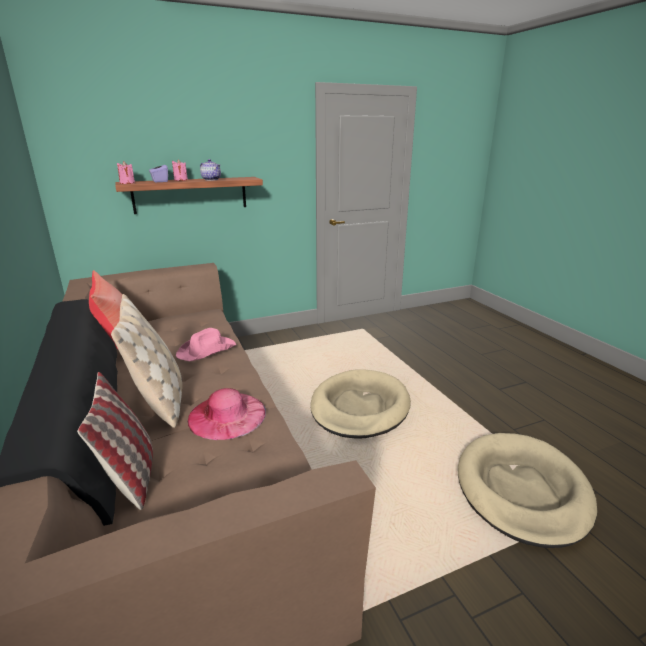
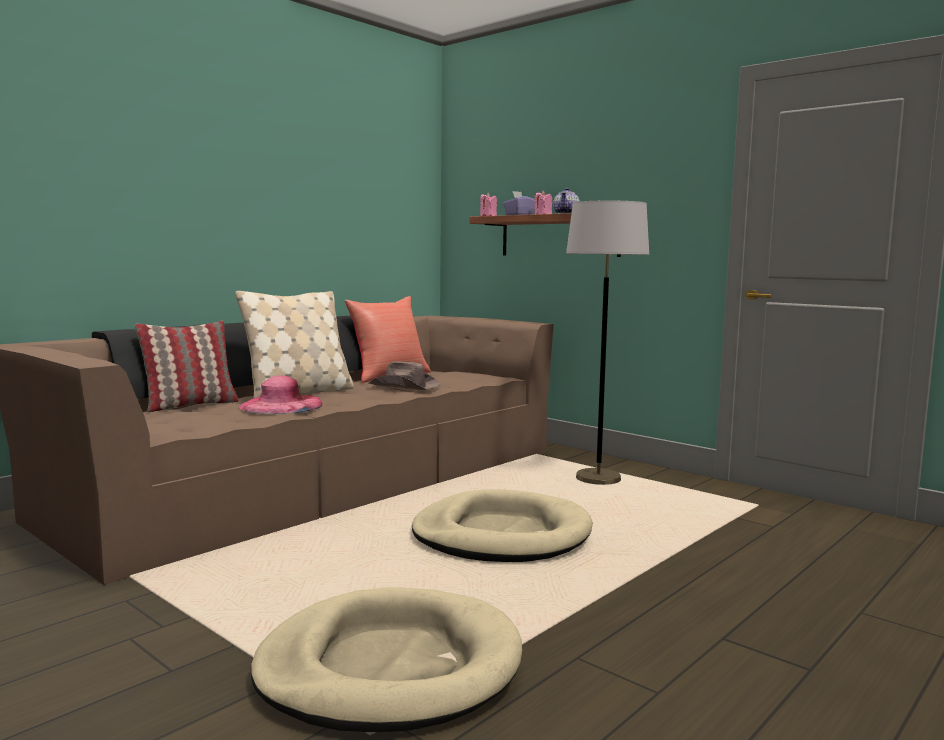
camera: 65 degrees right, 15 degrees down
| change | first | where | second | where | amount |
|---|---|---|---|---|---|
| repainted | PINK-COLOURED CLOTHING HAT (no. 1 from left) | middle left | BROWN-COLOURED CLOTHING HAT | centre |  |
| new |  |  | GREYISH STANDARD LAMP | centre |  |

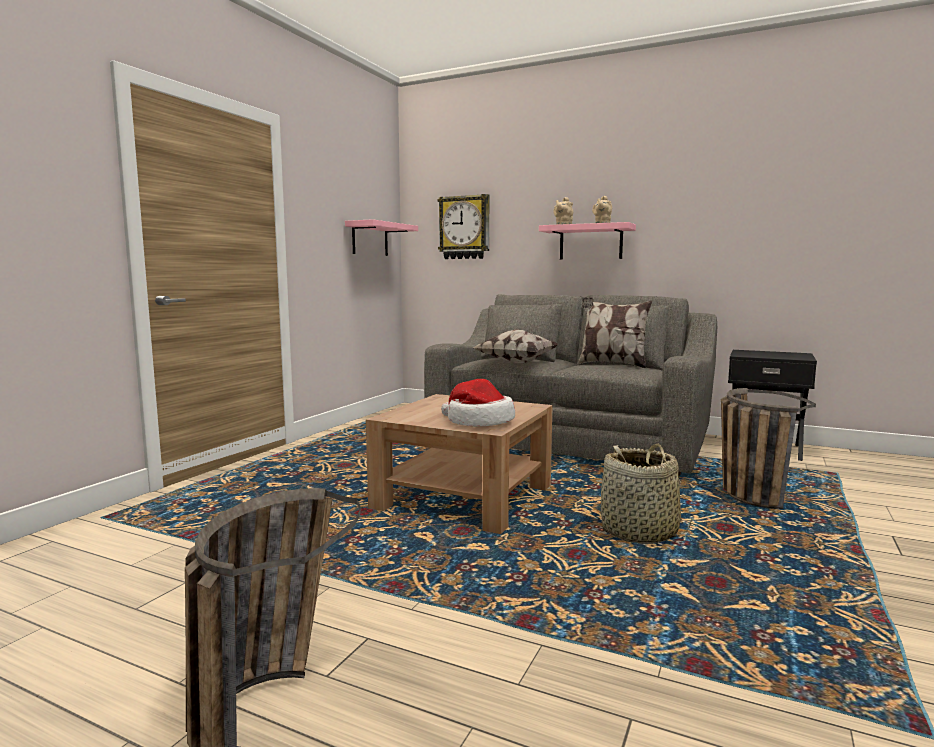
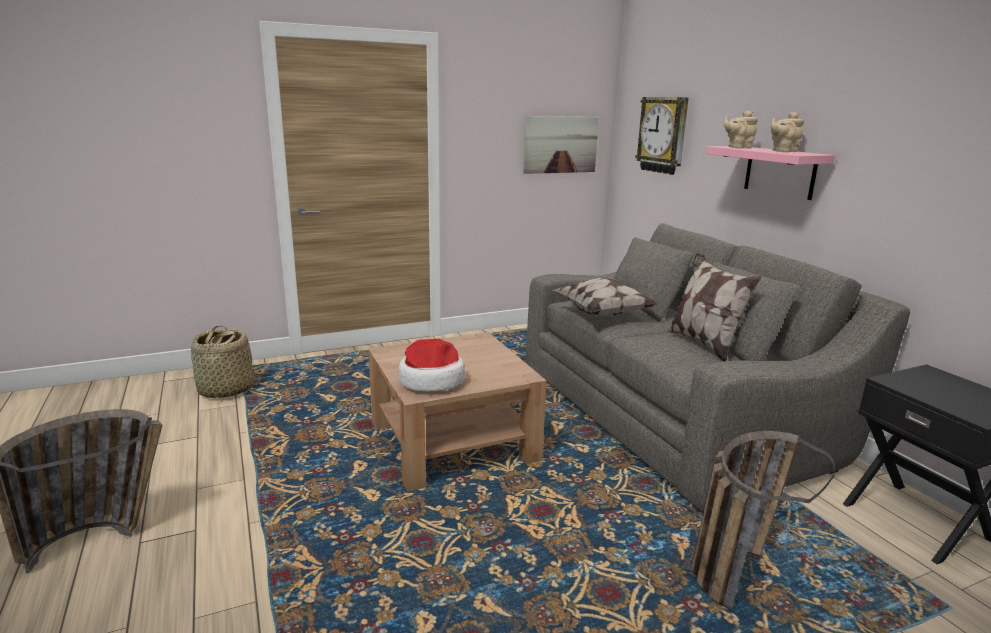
camera: 40 degrees right, 10 degrees up
| change | first | where | second | where | amount |
|---|---|---|---|---|---|
| shifted | HOUSEHOLD BASKET (no. 2 from left) | middle right |  | middle left |  |
| swapped | PINK-COLOURED BRACKET SHELF (no. 1 from left) | top centre | WALL PICTURE | top centre |  |

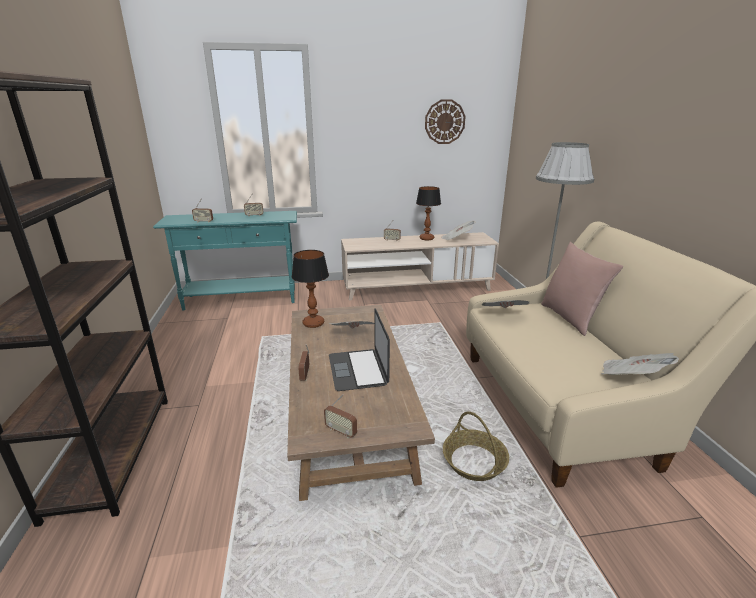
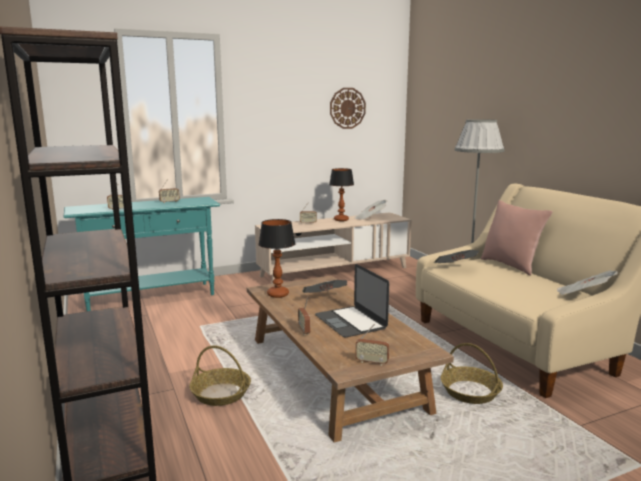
camera: 15 degrees left, 10 degrees down
| change | first | where | second | where | amount |
|---|---|---|---|---|---|
| new |  |  | HOUSEHOLD BASKET (no. 1 from left) | bottom centre |  |

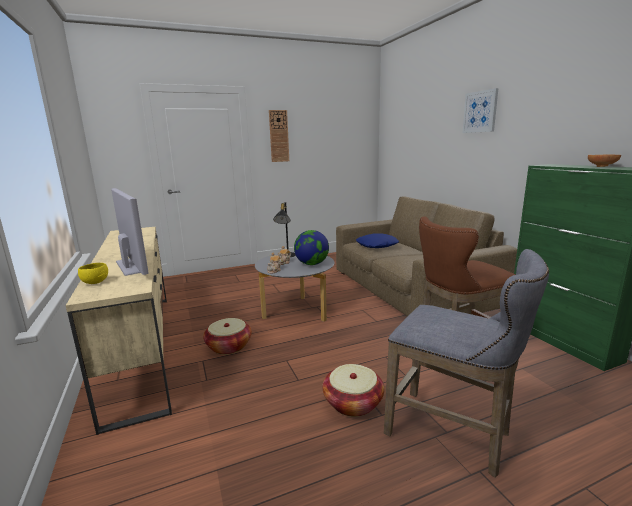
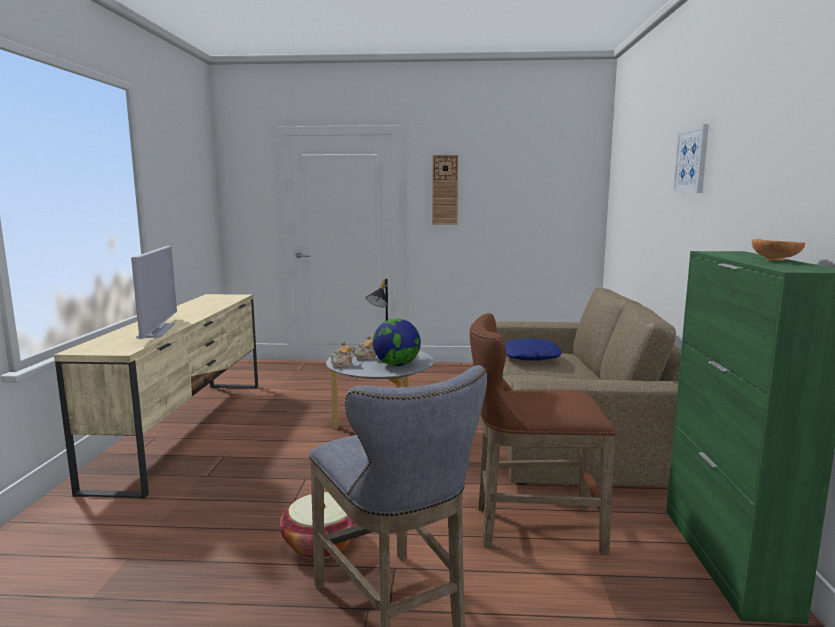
camera: 25 degrees right, 5 degrees down
| change | first | where | second | where | amount |
|---|---|---|---|---|---|
| gone | YELLOWISH BOWL | middle left |  |  |  |
| gone | HOUSEHOLD BASKET (no. 1 from left) | centre |  |  |  |

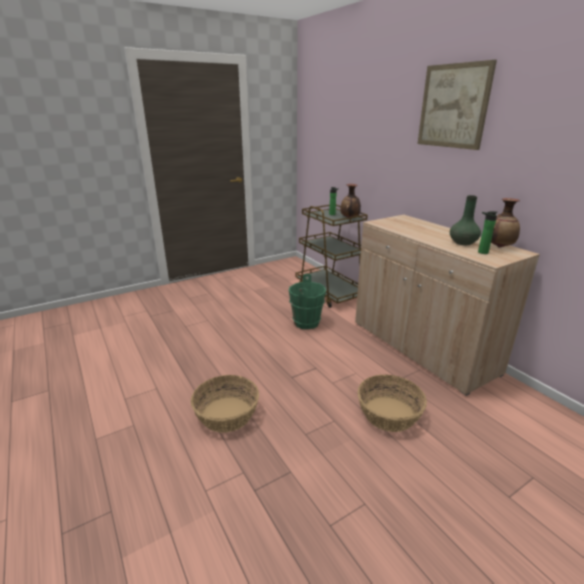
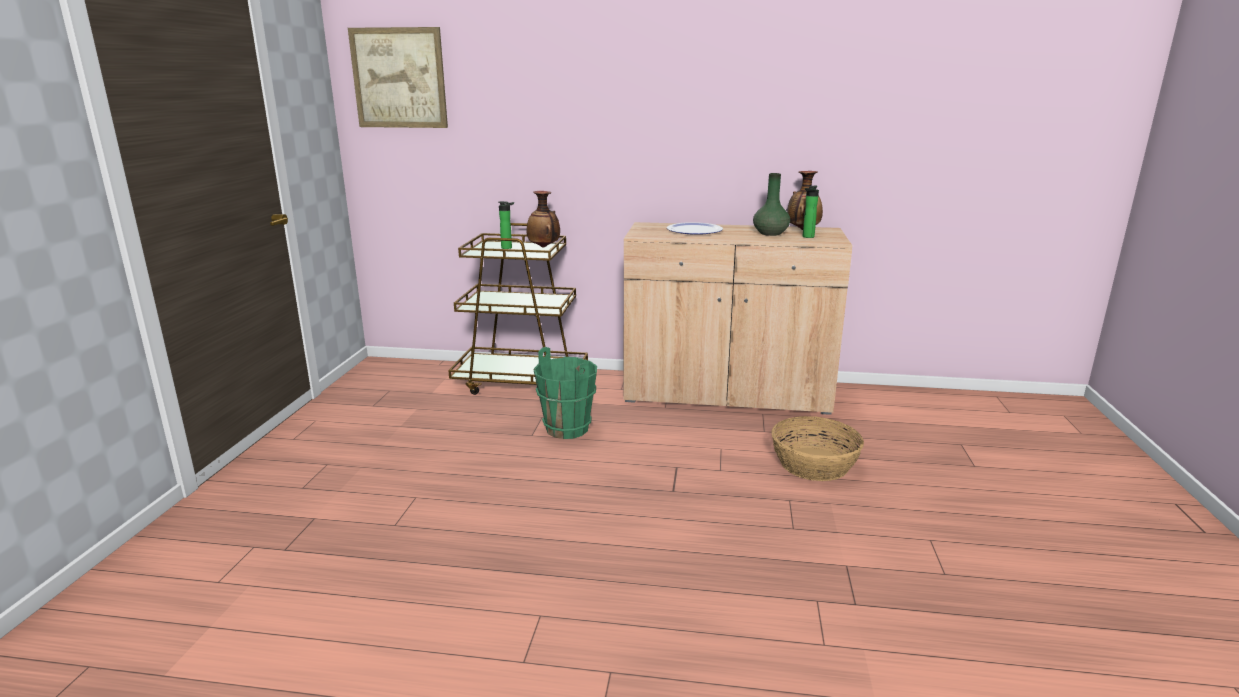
camera: 50 degrees left, 5 degrees down
| change | first | where | second | where | amount |
|---|---|---|---|---|---|
| shifted | WALL PICTURE | top right |  | top left |  |
| new |  |  | PLATE | top centre |  |
| gone | HOUSEHOLD BASKET (no. 1 from left) | bottom centre |  |  |  |

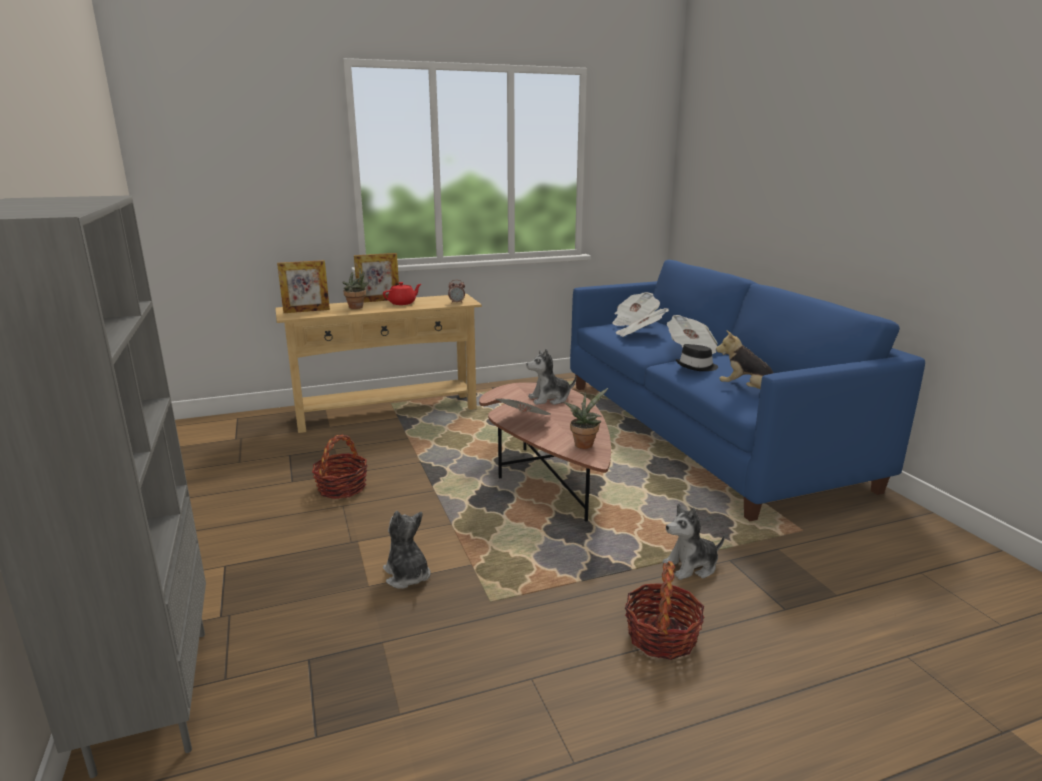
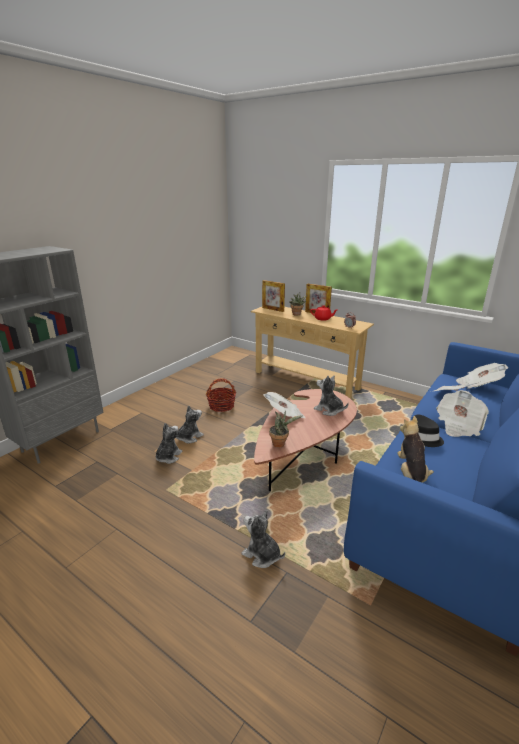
camera: 55 degrees right, 5 degrees up
| change | first | where | second | where | amount |
|---|---|---|---|---|---|
| new |  |  | SOFT TOY (no. 2 from left) | centre |  |
| gone | HOUSEHOLD BASKET (no. 2 from left) | bottom centre |  |  |  |

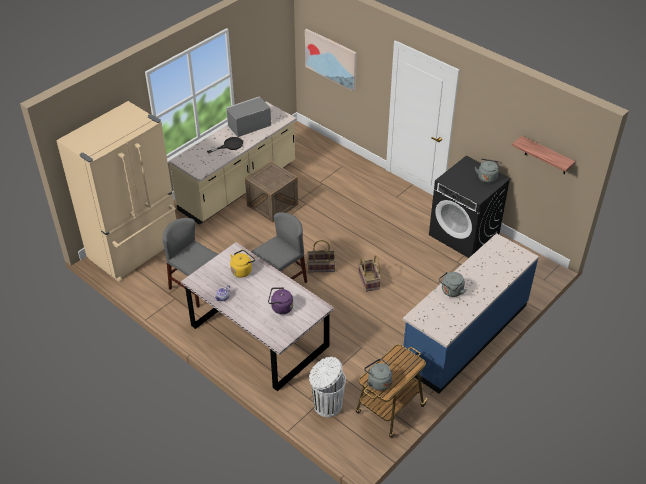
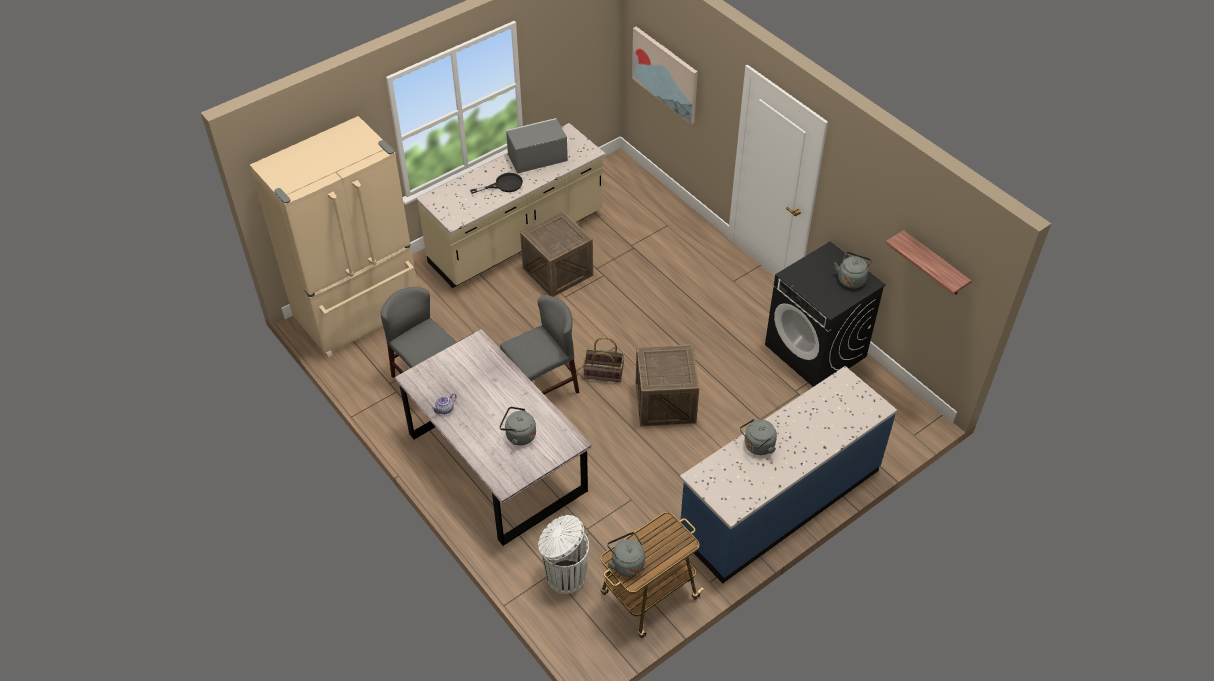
camera: 10 degrees right, 5 degrees up
| change | first | where | second | where | amount |
|---|---|---|---|---|---|
| repainted | PURPLISH TEA KETTLE | centre | GREYISH TEA KETTLE (no. 1 from left) | centre |  |
| swapped | HOUSEHOLD BASKET (no. 2 from left) | centre | PACKING CRATE (no. 2 from left) | centre |  |
| gone | YELLOWISH TEA KETTLE | centre |  |  |  |

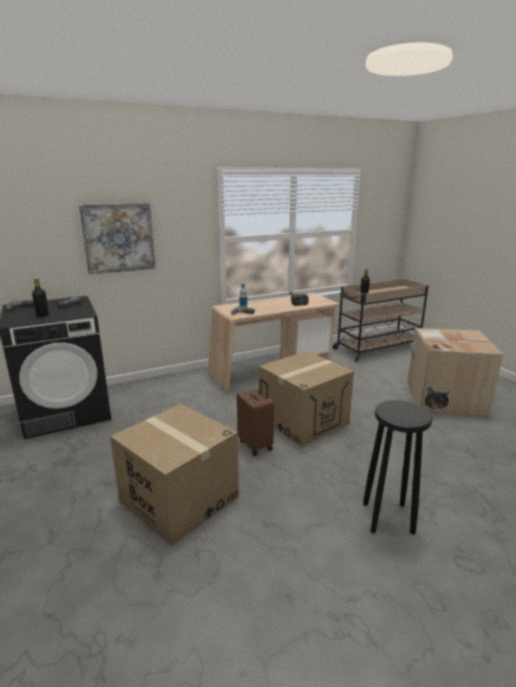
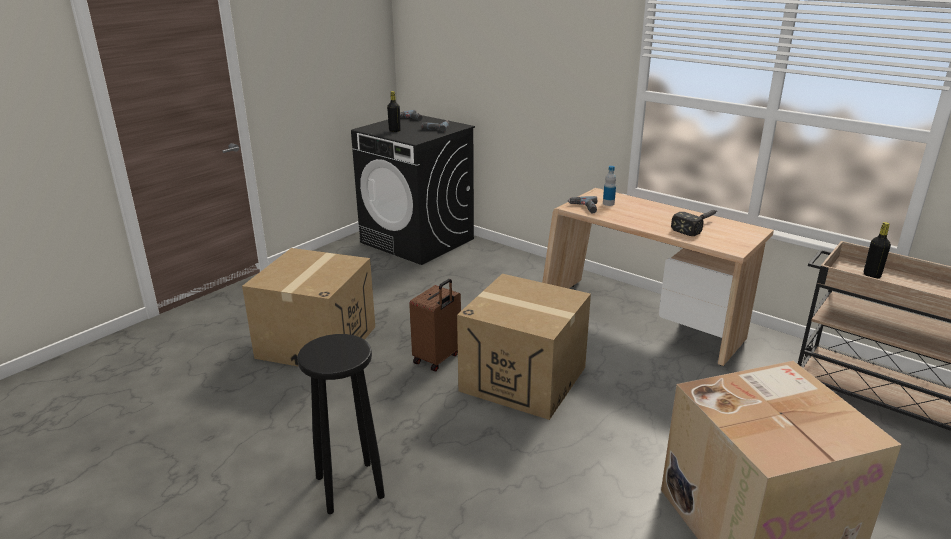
camera: 65 degrees right, 5 degrees up
| change | first | where | second | where | amount |
|---|---|---|---|---|---|
| gone | WALL PICTURE | middle left |  |  |  |

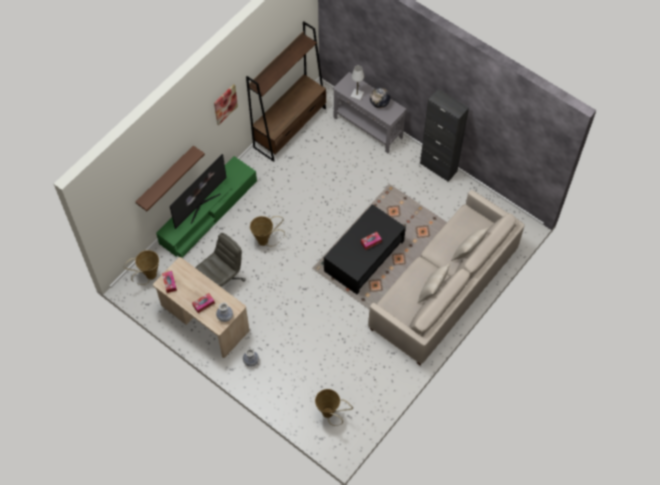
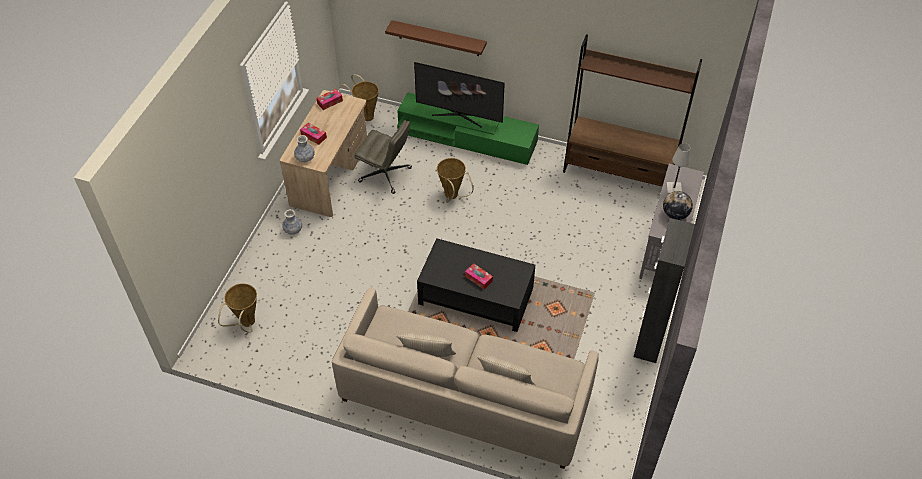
camera: 70 degrees right, 10 degrees down
| change | first | where | second | where | amount |
|---|---|---|---|---|---|
| gone | WALL PICTURE | top centre |  |  |  |

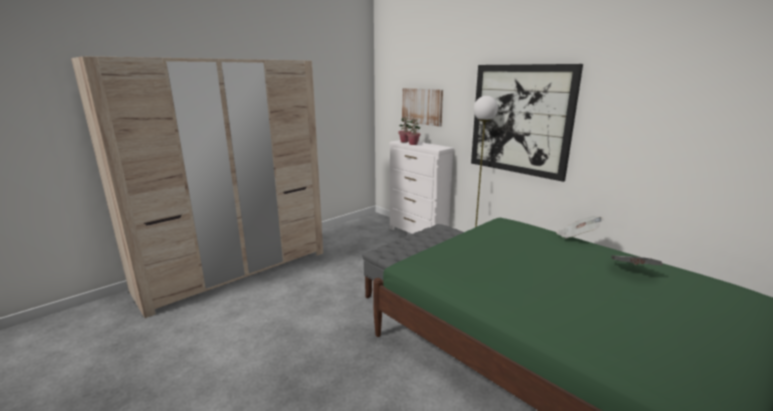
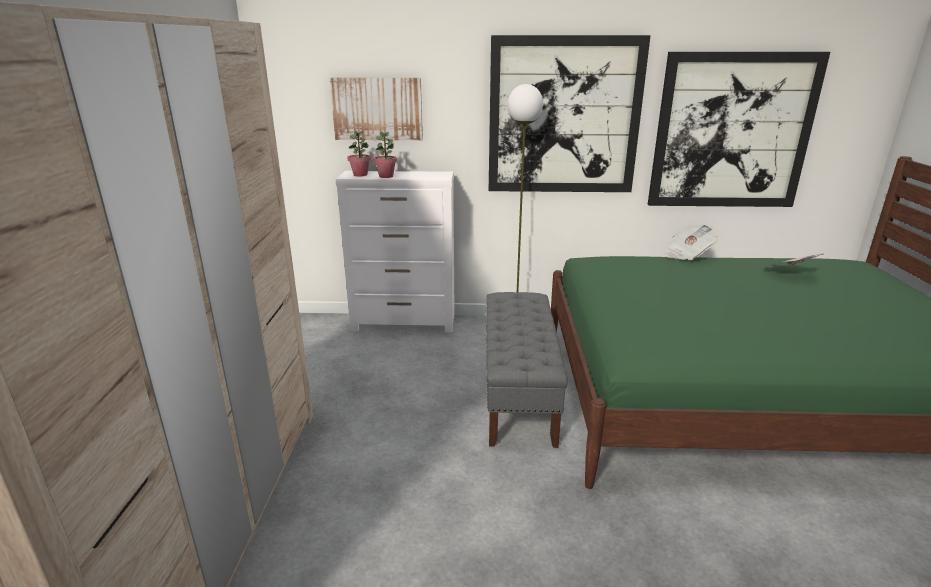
camera: 45 degrees left, 5 degrees up
| change | first | where | second | where | amount |
|---|---|---|---|---|---|
| new |  |  | WALL PICTURE (no. 3 from left) | top right |  |

